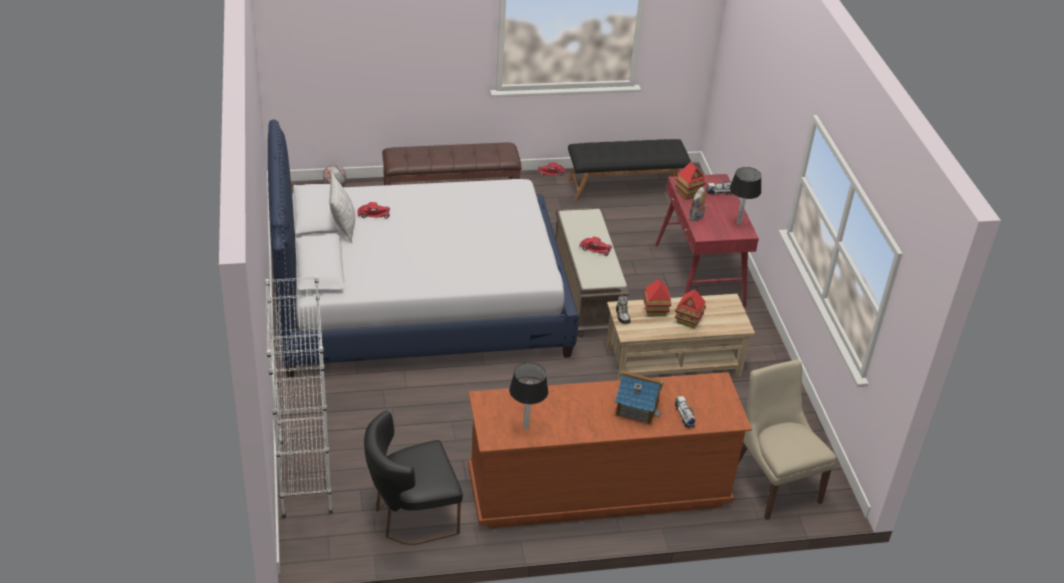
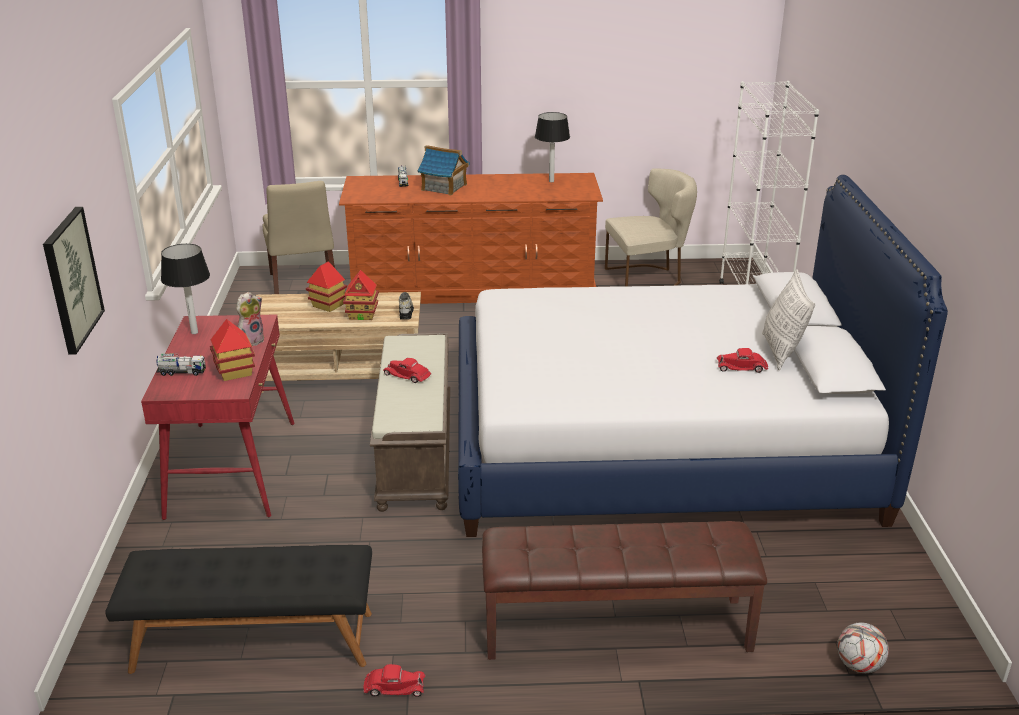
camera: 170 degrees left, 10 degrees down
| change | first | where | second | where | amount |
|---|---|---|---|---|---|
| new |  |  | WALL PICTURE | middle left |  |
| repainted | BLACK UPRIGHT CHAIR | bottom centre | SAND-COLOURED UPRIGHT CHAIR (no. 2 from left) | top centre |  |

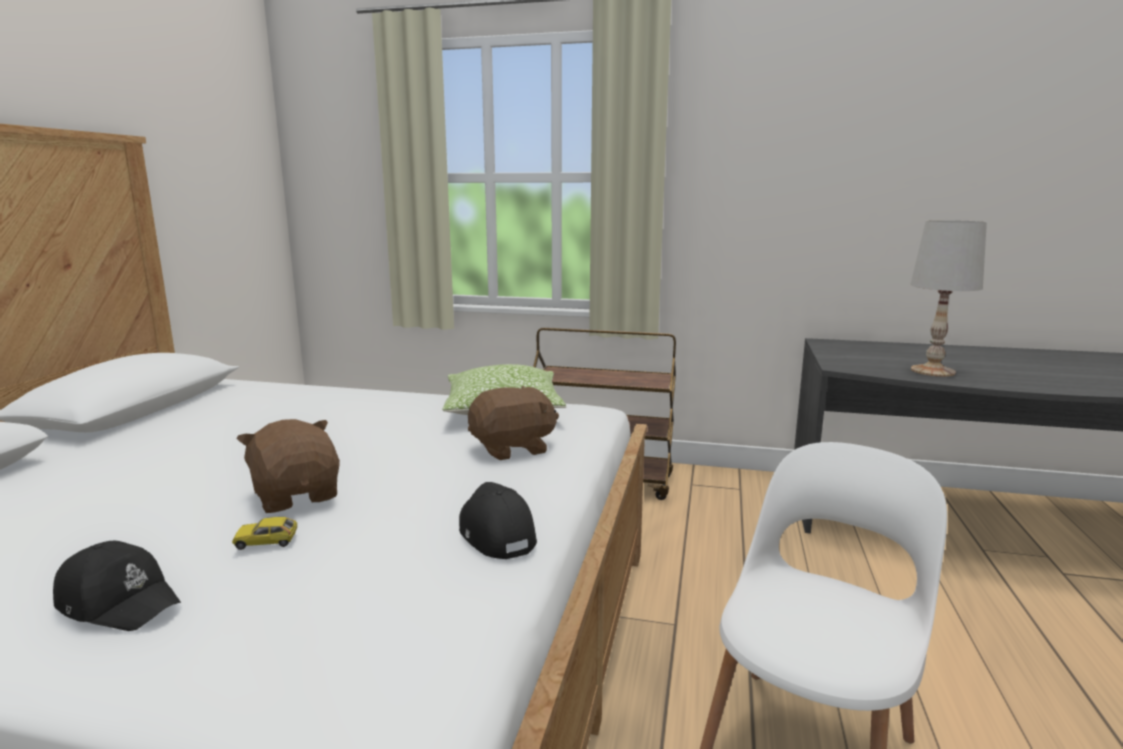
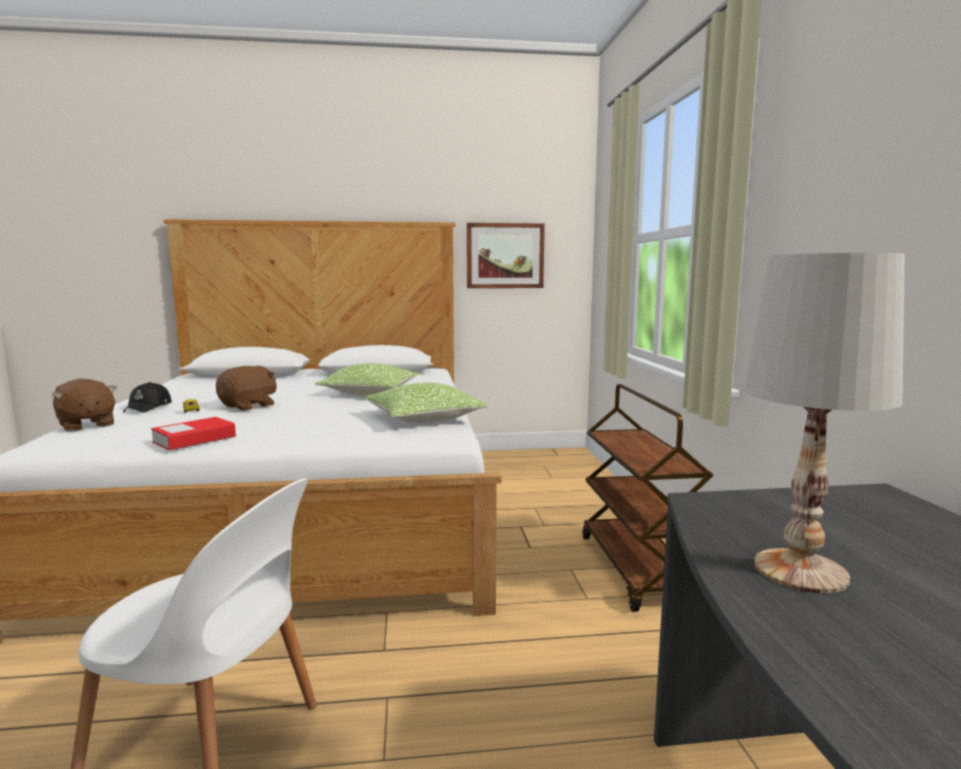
camera: 70 degrees right, 5 degrees down
| change | first | where | second | where | amount |
|---|---|---|---|---|---|
| shifted | BROWN-COLOURED SOFT TOY (no. 2 from left in the first image) | centre | BROWN-COLOURED SOFT TOY (no. 1 from left) | middle left |  |
| swapped | BLACK BASEBALL CAP (no. 2 from left) | bottom centre | BOOK | middle left |  |
| new |  |  | PILLOW (no. 1 from left) | centre |  |
| new |  |  | WALL PICTURE | top centre |  |

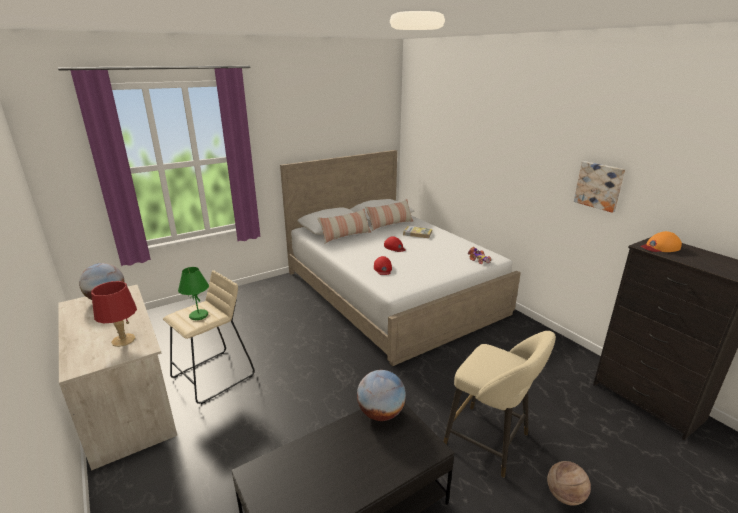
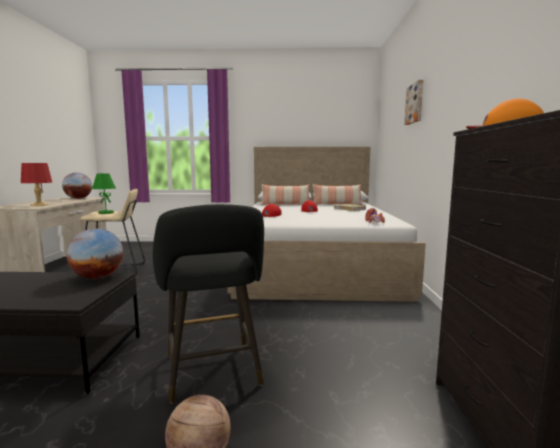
camera: 35 degrees right, 15 degrees down
| change | first | where | second | where | amount |
|---|---|---|---|---|---|
| repainted | SAND-COLOURED STOOL SEAT (no. 2 from left) | bottom right | BLACK STOOL SEAT | bottom centre |  |
| shifted | WALL PICTURE | middle right |  | top right |  |

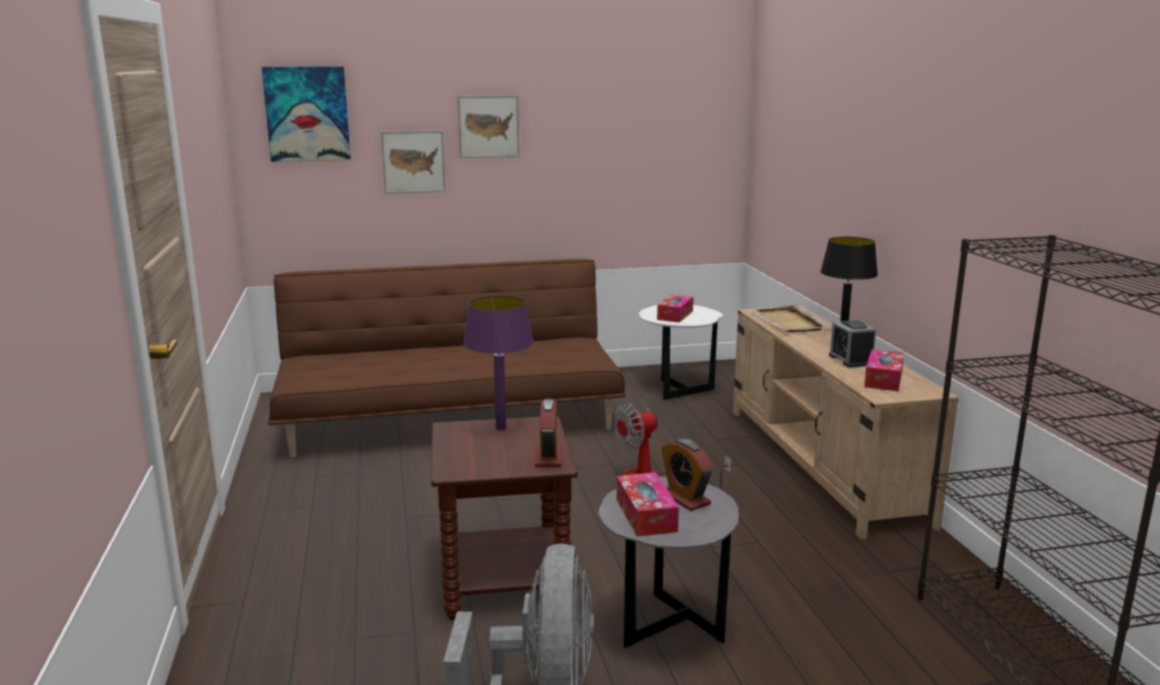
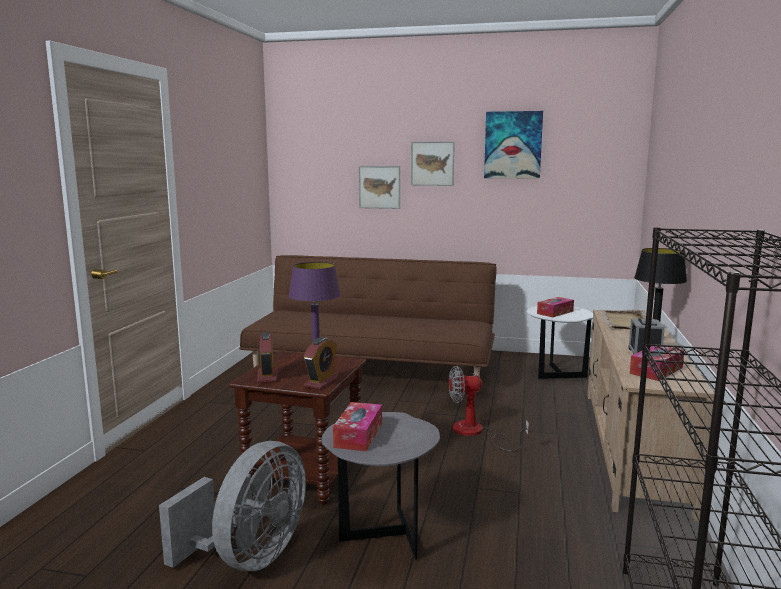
camera: 25 degrees right, 5 degrees down
| change | first | where | second | where | amount |
|---|---|---|---|---|---|
| shifted | BEDSIDE CLOCK (no. 2 from left in the first image) | bottom centre | BEDSIDE CLOCK (no. 1 from left) | centre |  |
| shifted | WALL PICTURE (no. 1 from left in the first image) | top left | WALL PICTURE (no. 3 from left) | top centre |  |

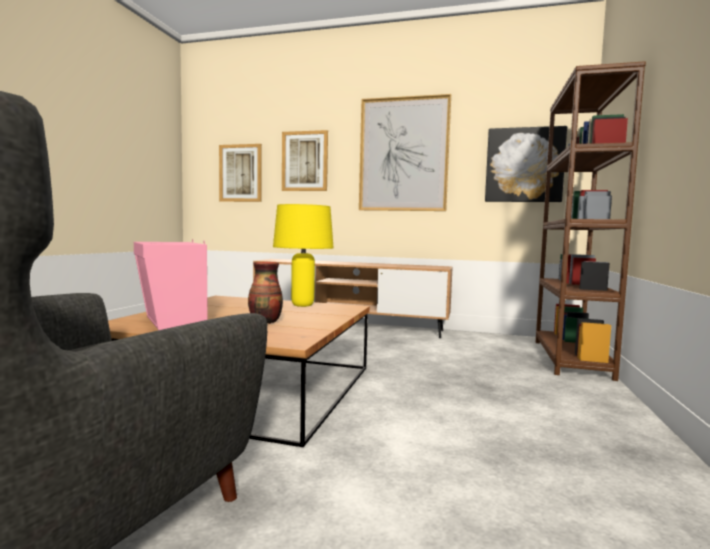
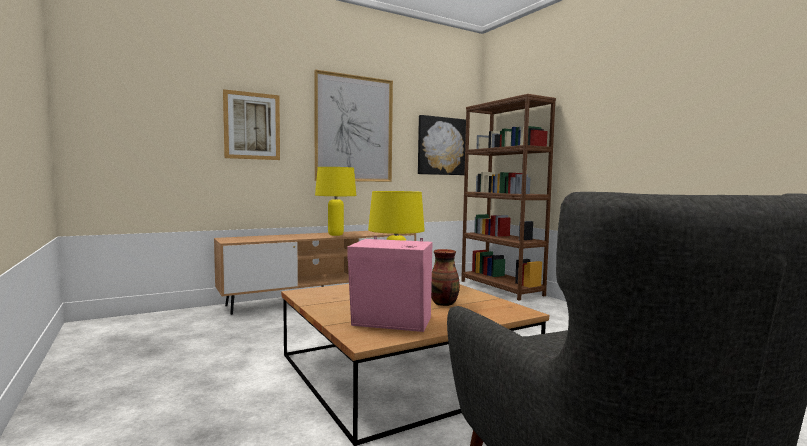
camera: 45 degrees left, 0 degrees up
| change | first | where | second | where | amount |
|---|---|---|---|---|---|
| new |  |  | YELLOWISH TABLE LAMP (no. 1 from left) | centre |  |
| gone | WALL PICTURE (no. 1 from left) | top centre |  |  |  |

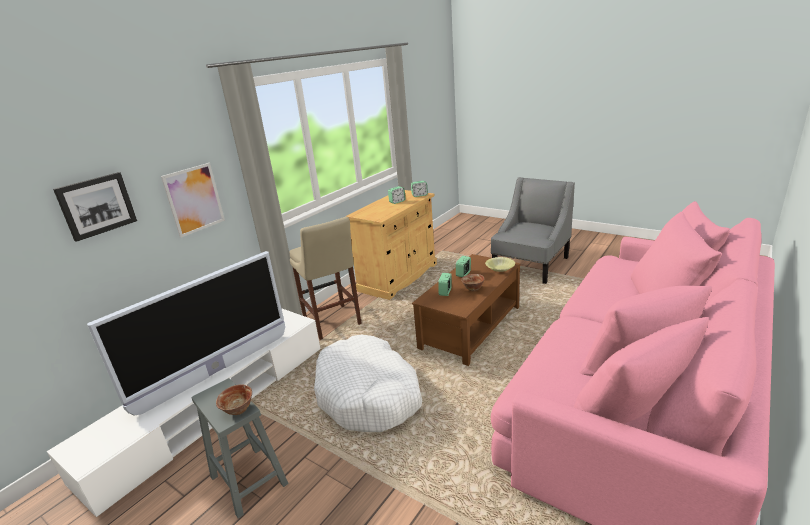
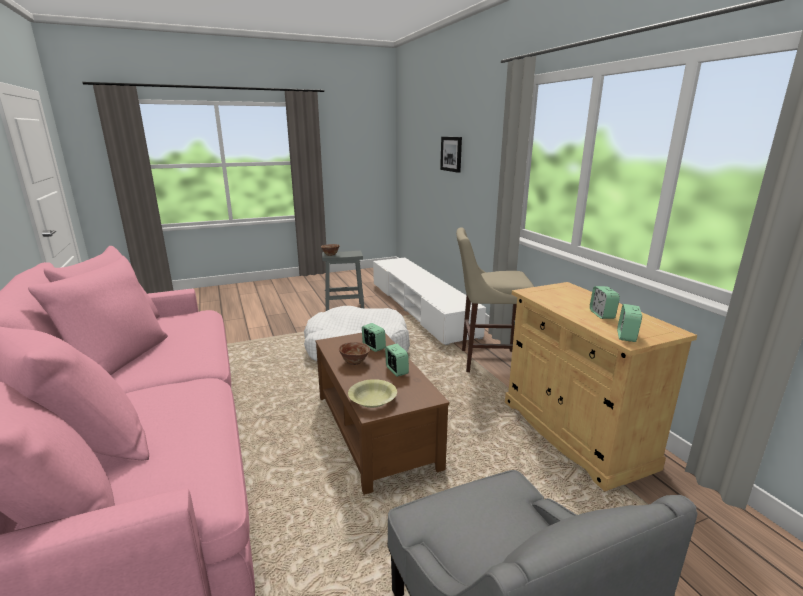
camera: 120 degrees right, 5 degrees down
| change | first | where | second | where | amount |
|---|---|---|---|---|---|
| gone | TV SET | middle left |  |  |  |
| gone | WALL PICTURE (no. 2 from left) | middle left |  |  |  |

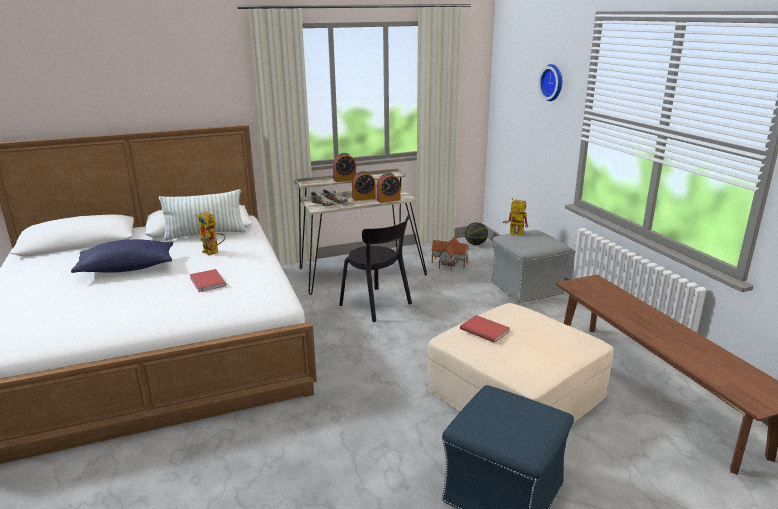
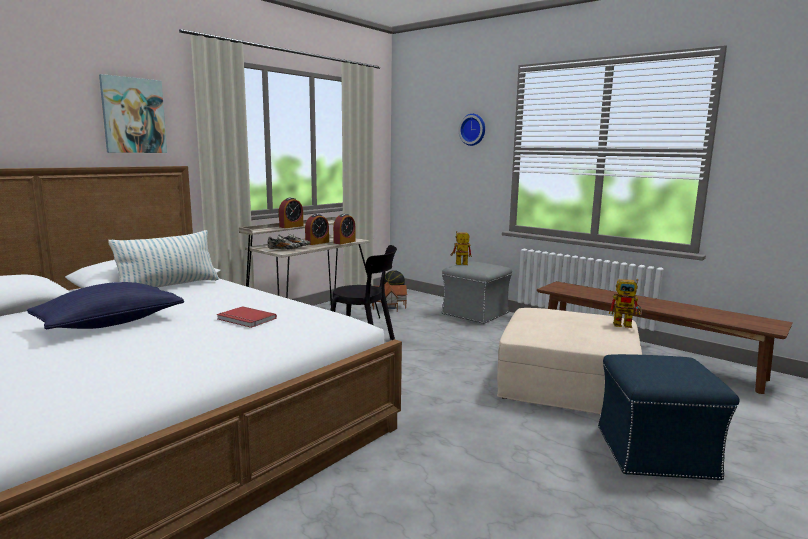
camera: 30 degrees left, 10 degrees down
| change | first | where | second | where | amount |
|---|---|---|---|---|---|
| new |  |  | WALL PICTURE | top left |  |
| shifted | TOY ROBOT (no. 1 from left in the first image) | middle left | TOY ROBOT (no. 2 from left) | middle right |  |
| gone | REDDISH BOOK (no. 2 from left) | centre |  |  |  |

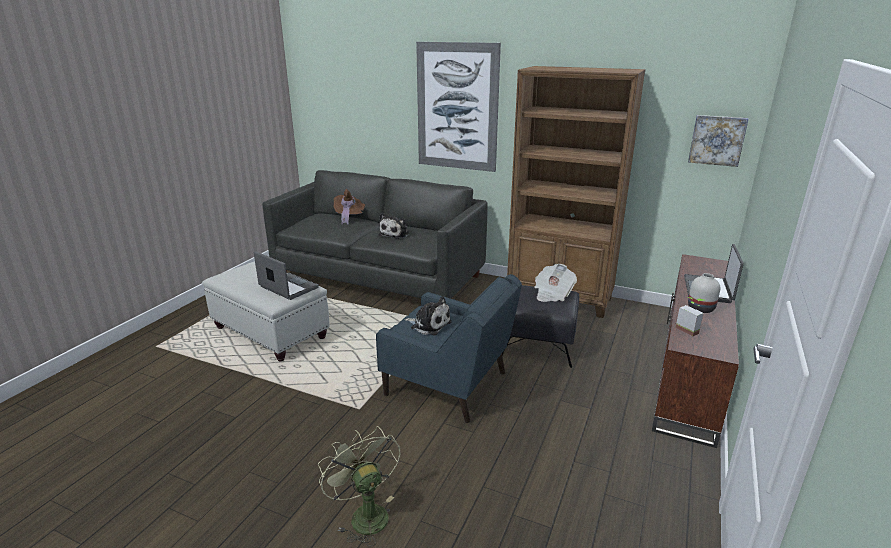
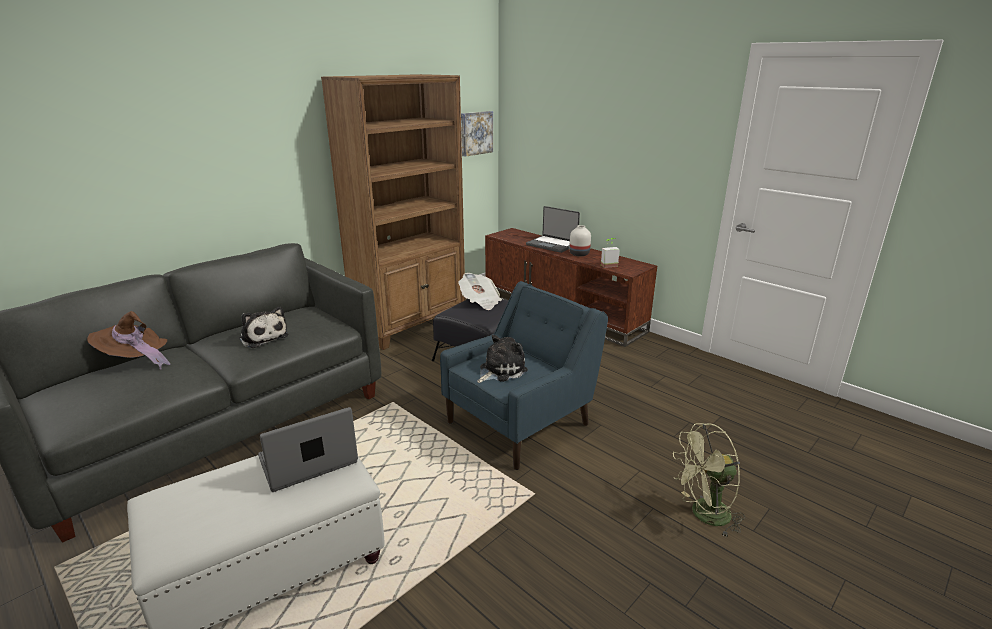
camera: 70 degrees left, 0 degrees up
| change | first | where | second | where | amount |
|---|---|---|---|---|---|
| gone | WALL PICTURE (no. 1 from left) | top centre |  |  |  |

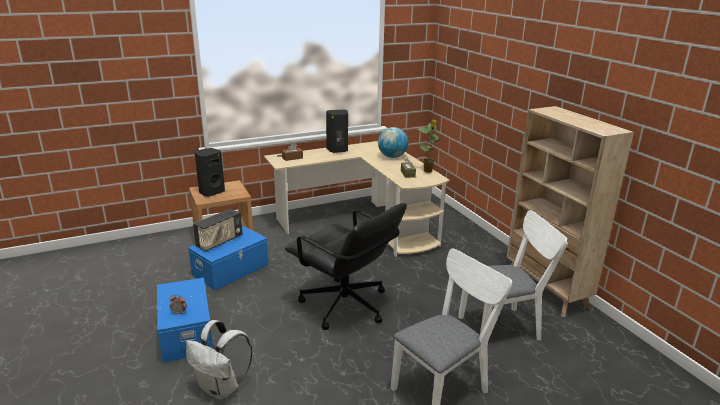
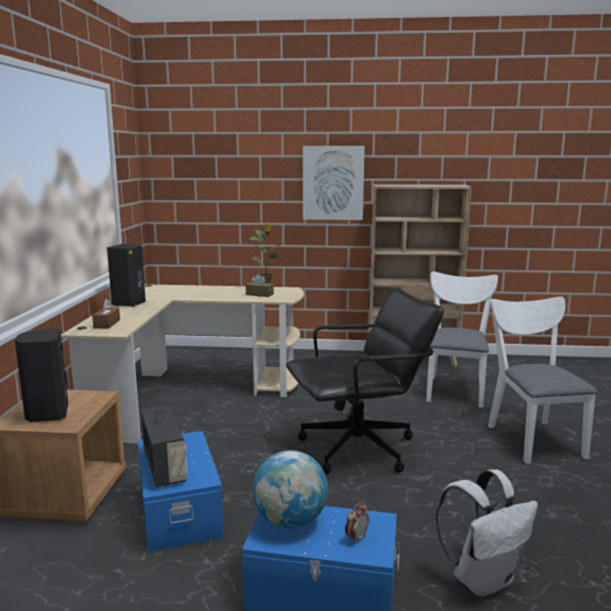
camera: 60 degrees left, 10 degrees down
| change | first | where | second | where | amount |
|---|---|---|---|---|---|
| shifted | GLOBE | centre |  | bottom centre |  |
| new |  |  | WALL PICTURE | top centre |  |

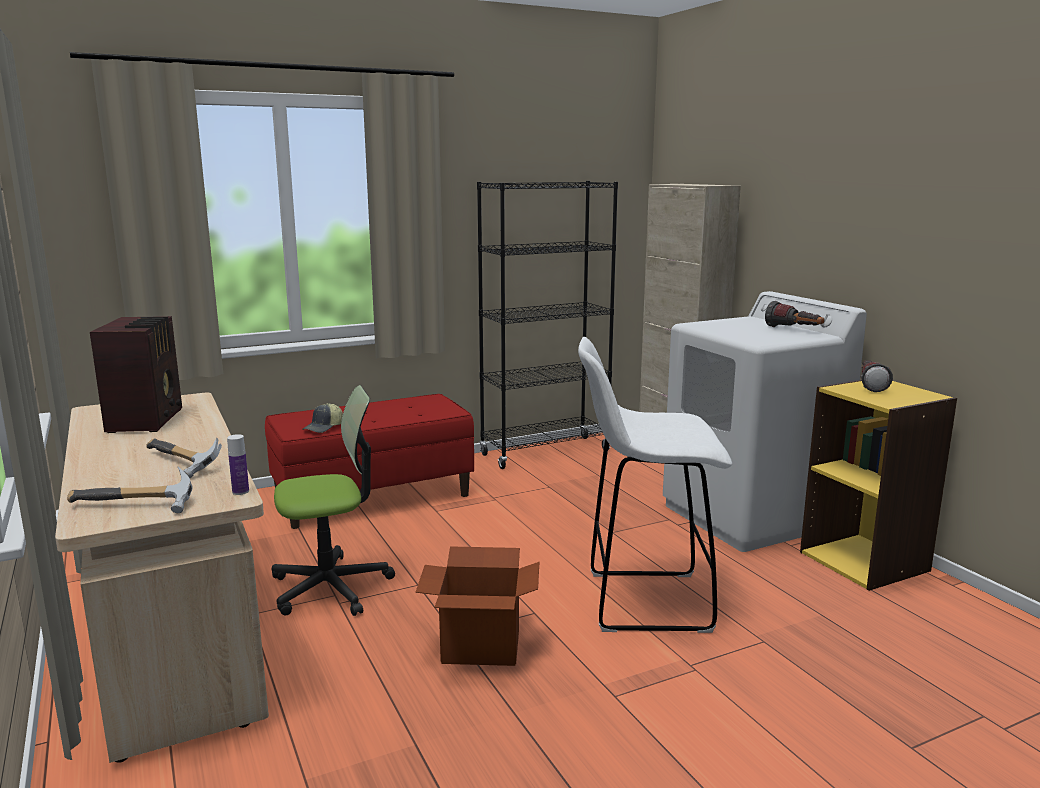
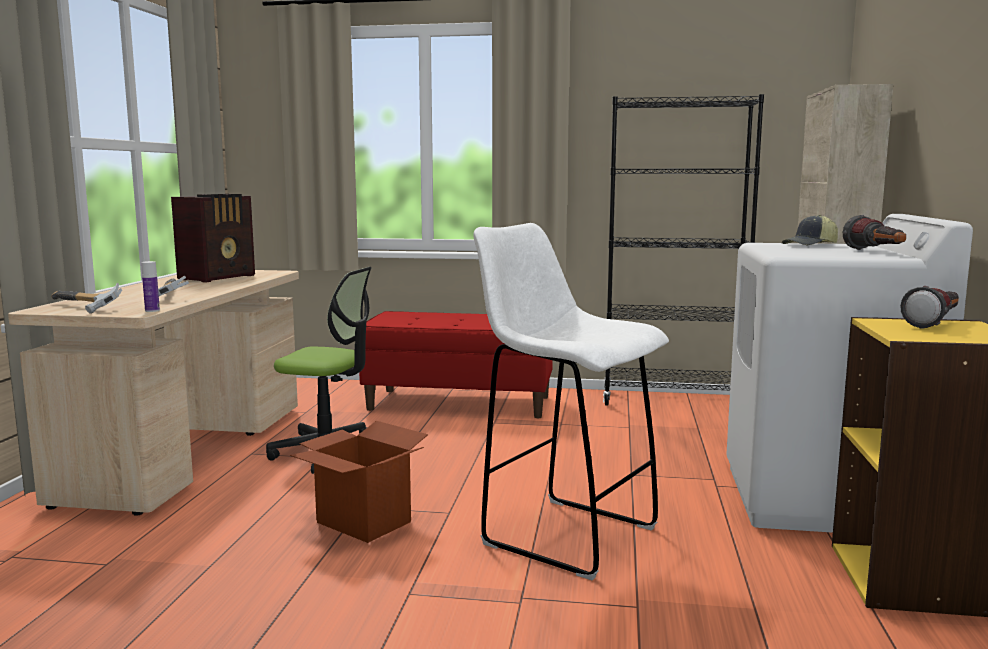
camera: 35 degrees right, 5 degrees down
| change | first | where | second | where | amount |
|---|---|---|---|---|---|
| shifted | BASEBALL CAP | middle left |  | middle right |  |

